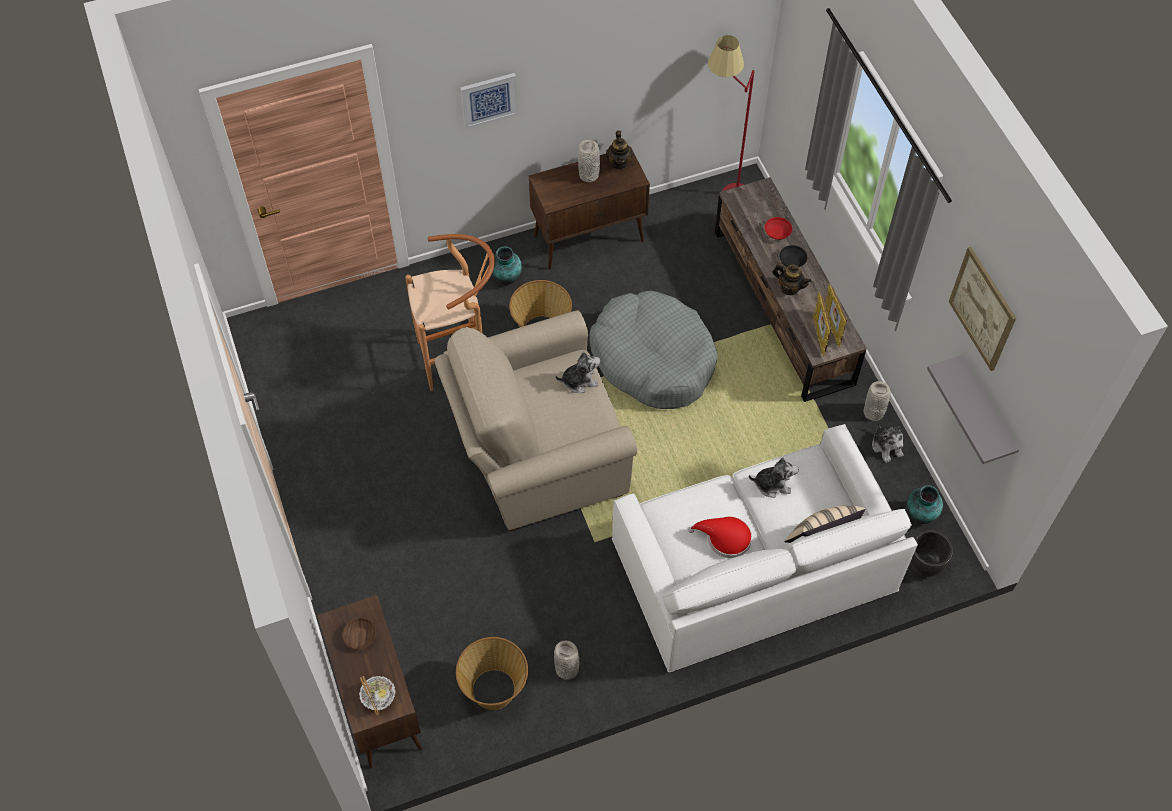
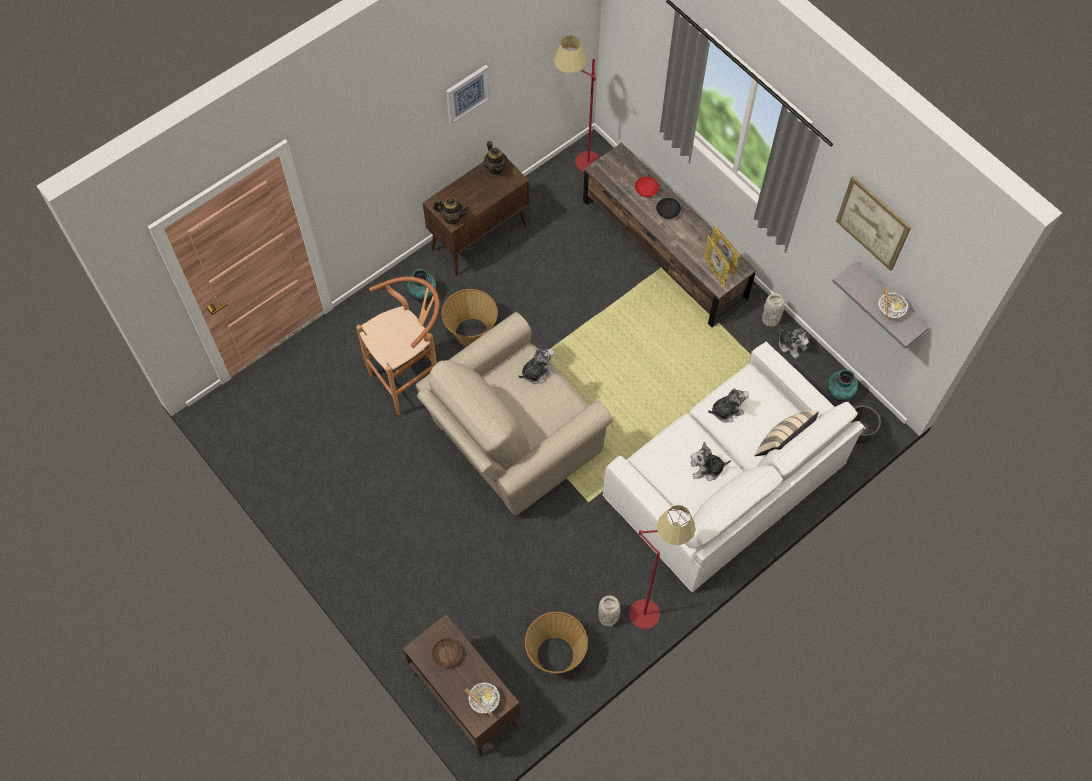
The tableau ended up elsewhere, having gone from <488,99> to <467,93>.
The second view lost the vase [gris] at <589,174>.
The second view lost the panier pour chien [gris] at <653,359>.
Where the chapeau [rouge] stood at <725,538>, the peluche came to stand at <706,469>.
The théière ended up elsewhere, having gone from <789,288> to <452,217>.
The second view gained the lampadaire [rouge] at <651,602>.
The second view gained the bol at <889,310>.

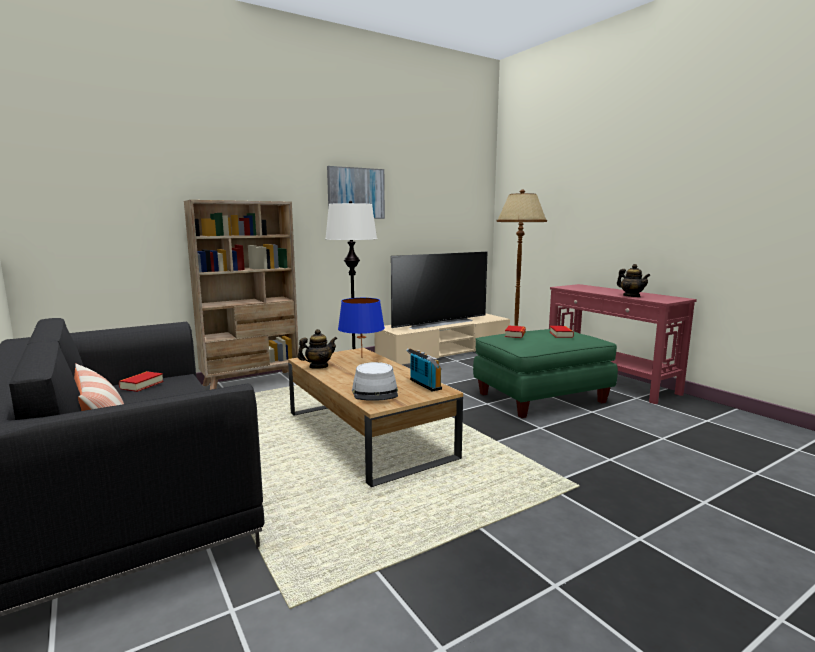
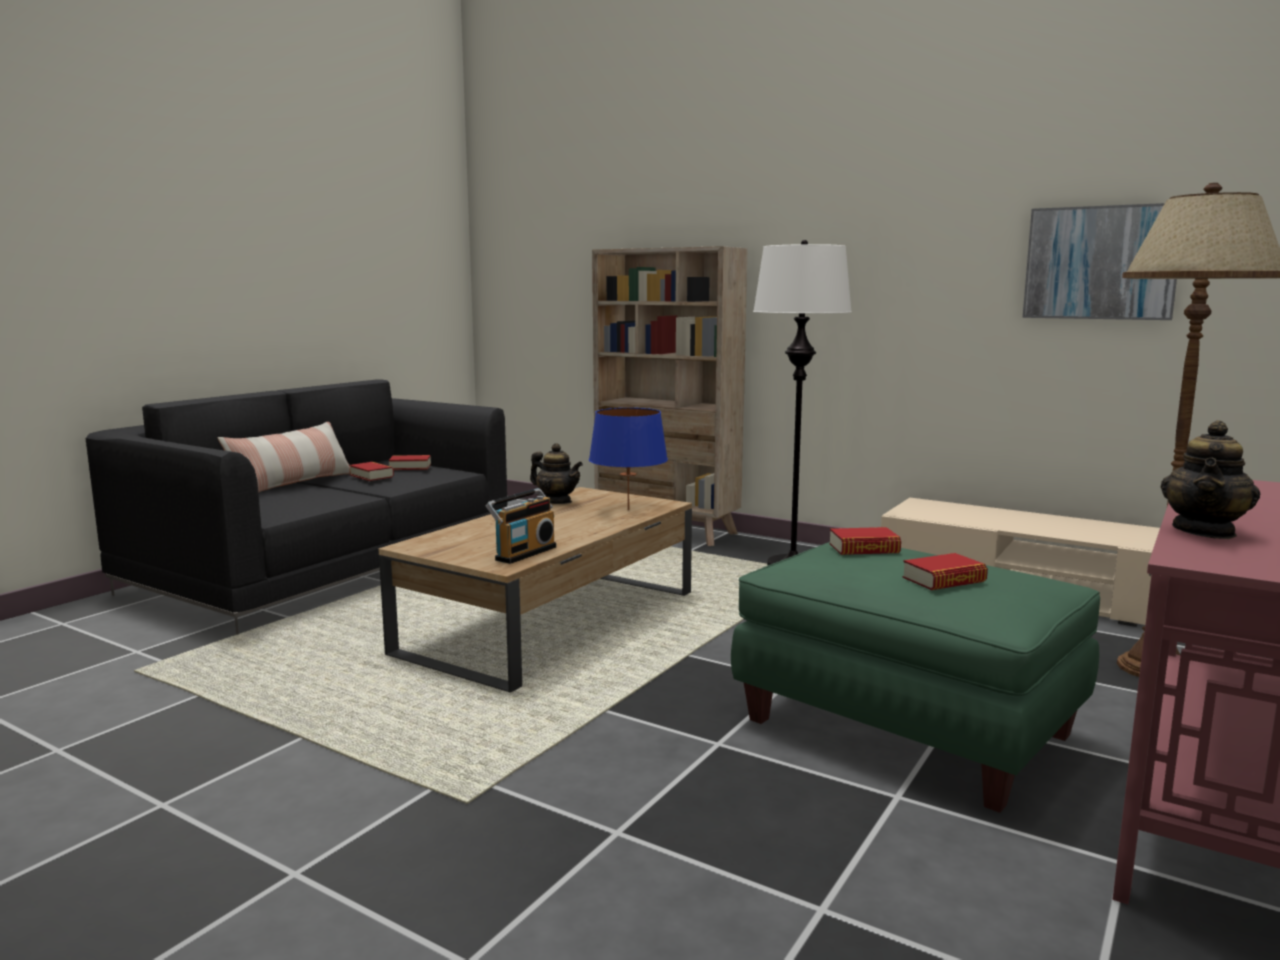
The tableau ended up elsewhere, having gone from <356,193> to <1100,263>.
The second view lost the chapeau [gris] at <375,392>.
The second view lost the téléviseur at <438,323>.
The second view gained the livre at <371,476>.

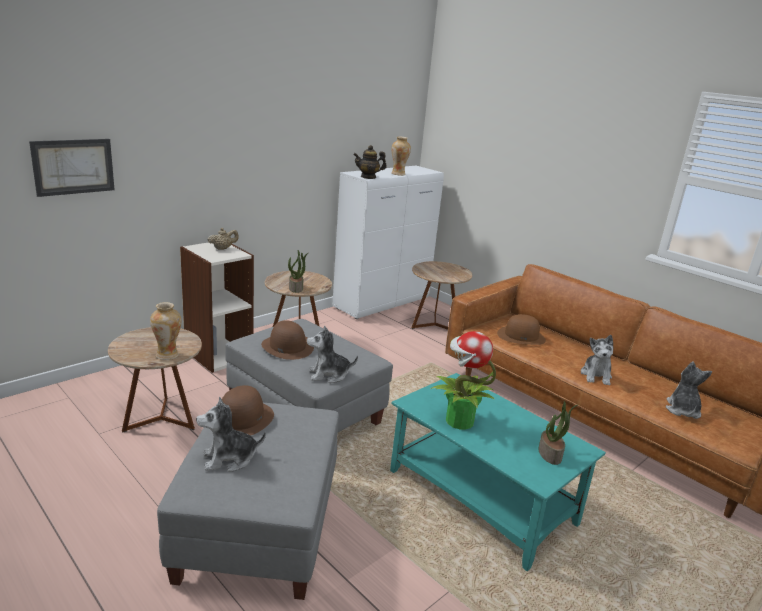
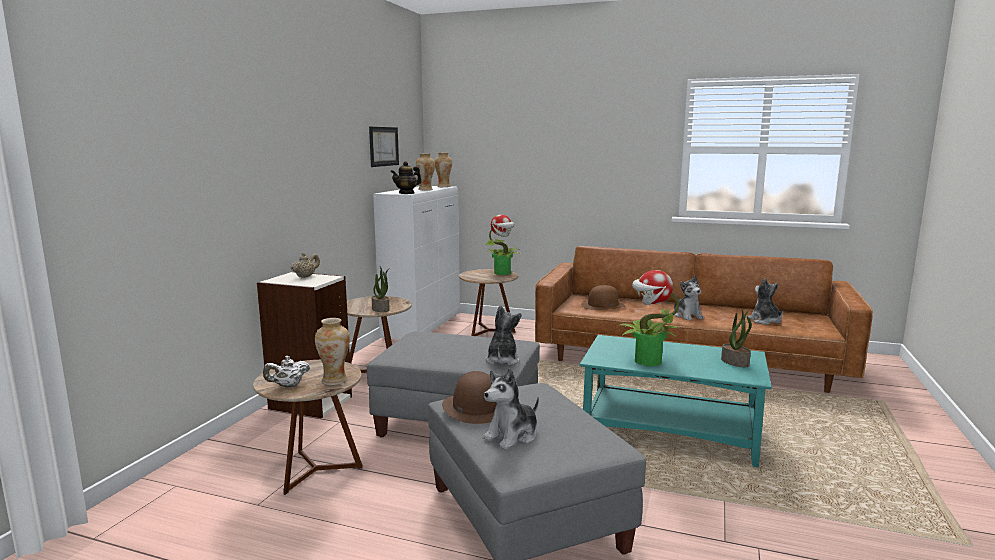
The tableau ended up elsewhere, having gone from <73,166> to <383,146>.
The second view lost the chapeau [marron] at <287,346>.
The peluche at <329,375> ended up facing another way, 135 degrees clockwise from before.
The second view gained the théière [blanc] at <288,386>.
The second view gained the vase at <443,187>.
The second view gained the plante en pot at <503,273>.

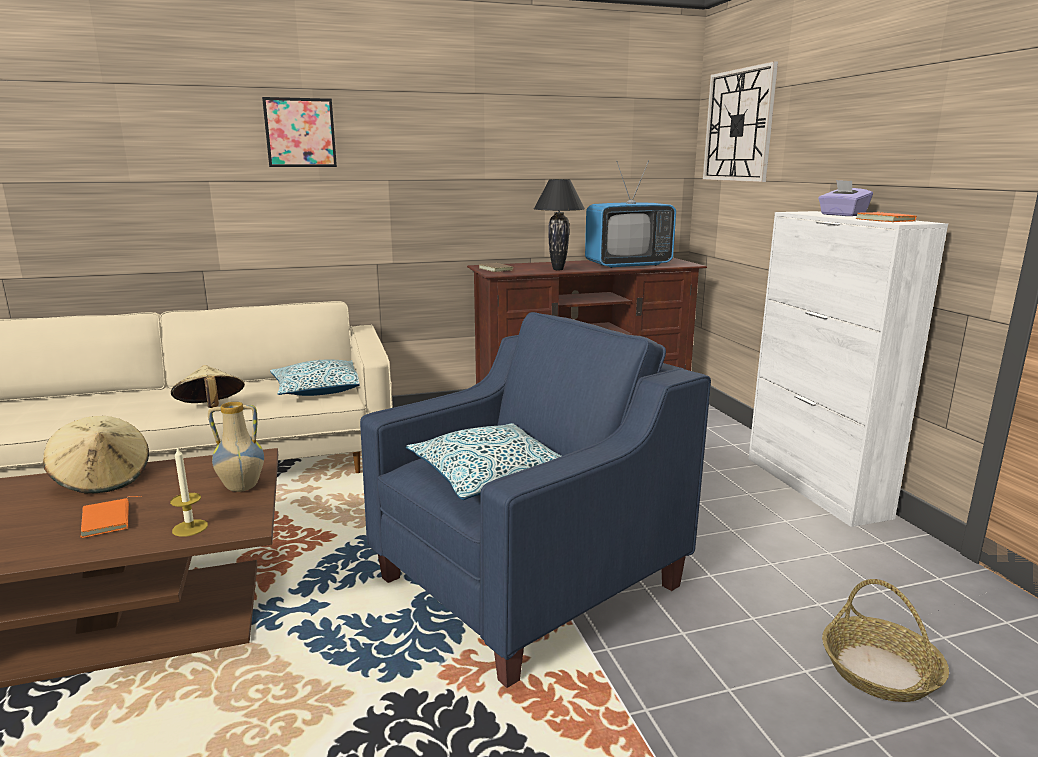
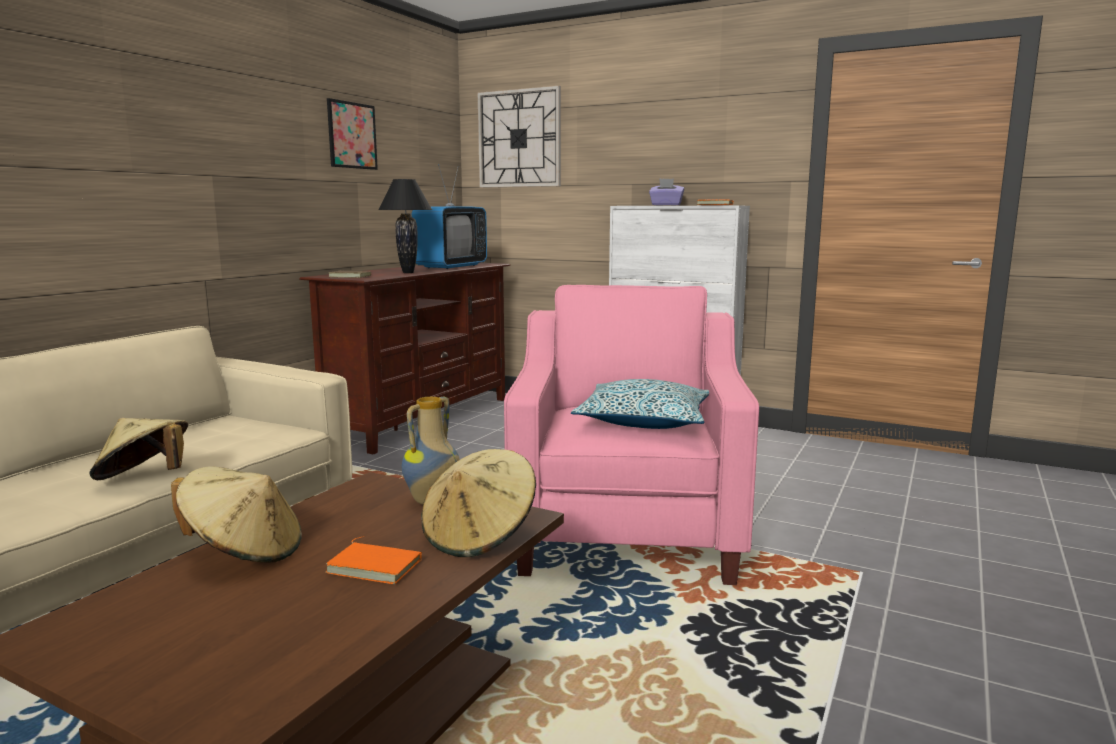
Where the bougie stood at <190,528>, the chapeau [beige] came to stand at <479,536>.
The tableau ended up elsewhere, having gone from <300,132> to <352,135>.
The second view lost the coussin at <320,389>.
What was the fauteuil [bleu] at <530,583> turned into the fauteuil [rose] at <626,531>.
The second view lost the panier at <880,671>.

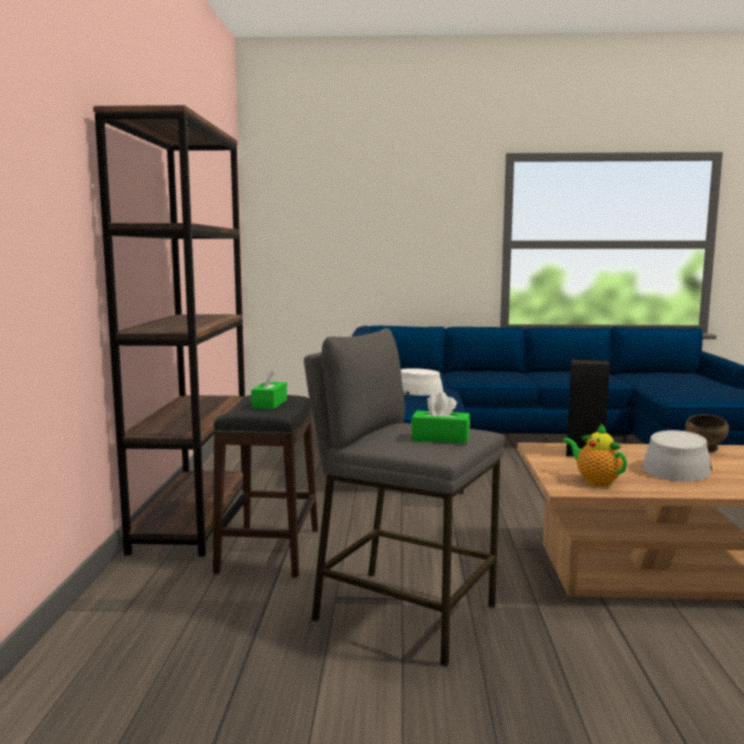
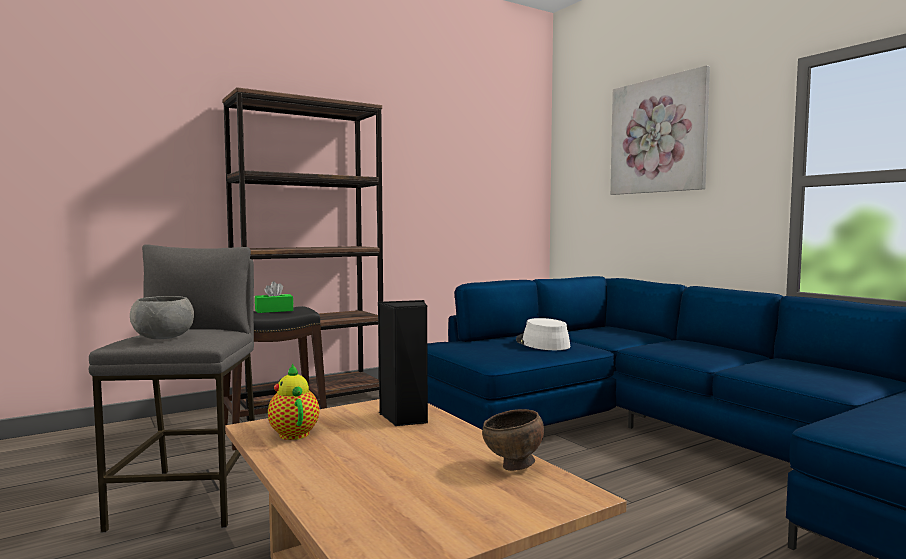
Where the boîte à mouchoirs [vert] stood at <440,438>, the bol [gris] came to stand at <163,337>.
The théière at <595,481> ended up facing another way, 45 degrees counterclockwise from before.
The second view lost the chapeau [gris] at <676,467>.
The second view gained the tableau at <658,136>.

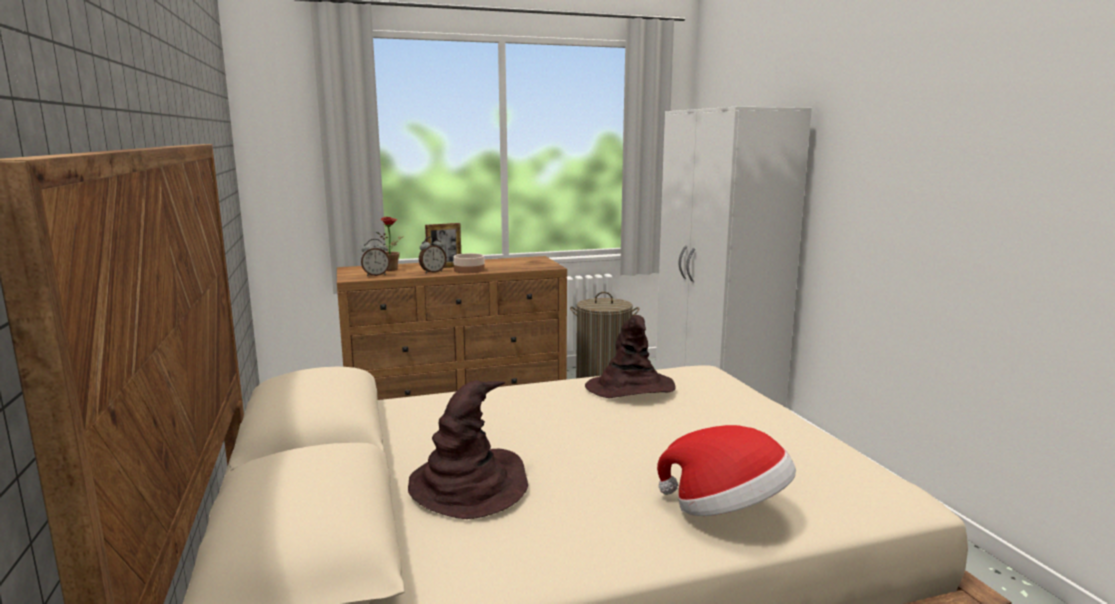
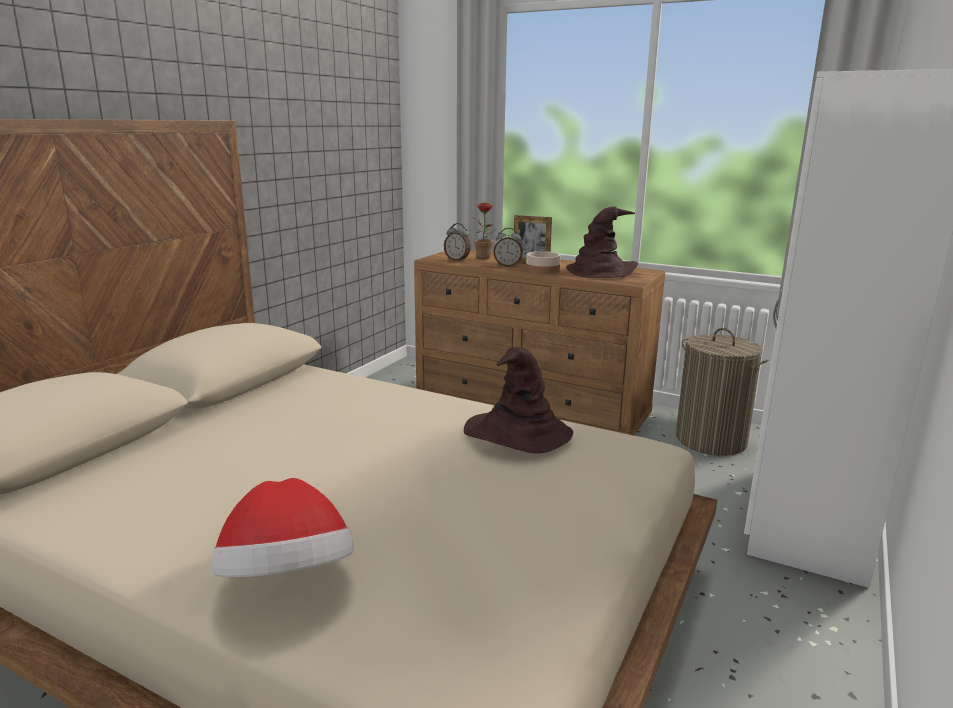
The chapeau [marron] ended up elsewhere, having gone from <469,486> to <601,271>.

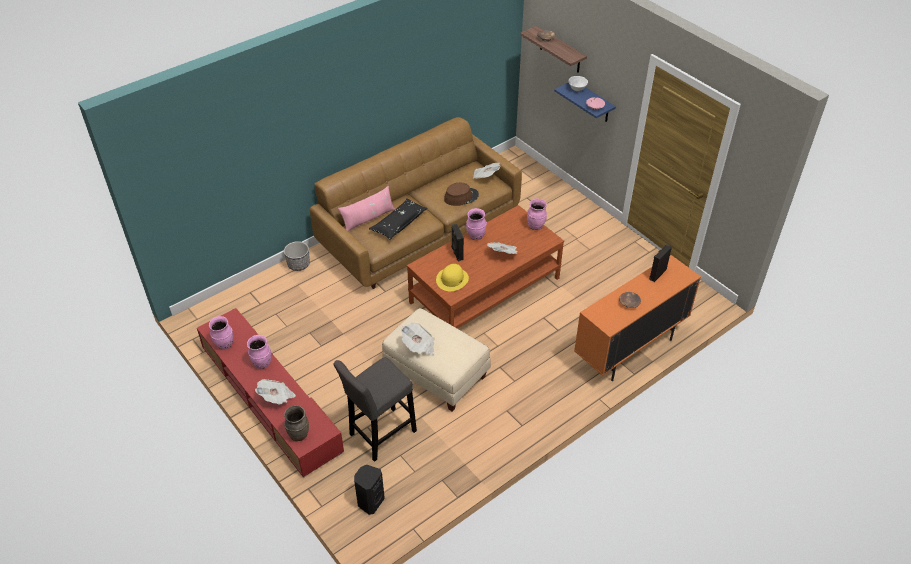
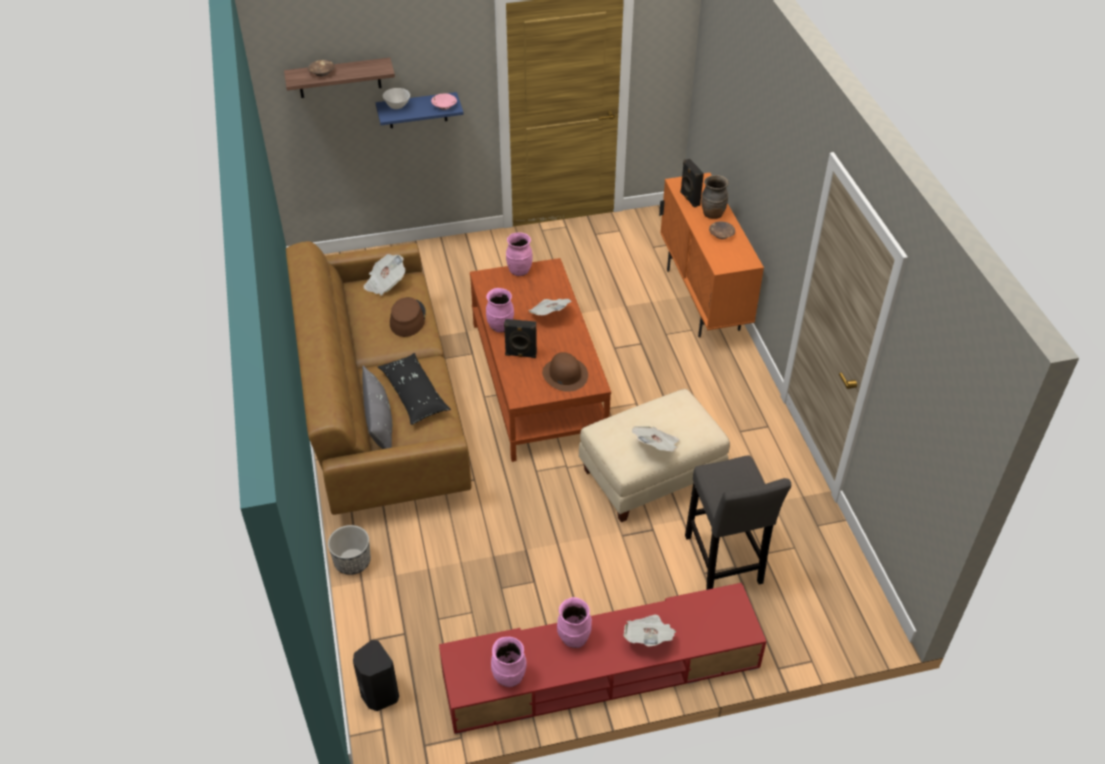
The vase [marron] ended up elsewhere, having gone from <298,434> to <712,214>.
What was the coussin [rose] at <368,219> turned into the coussin [gris] at <379,423>.
The enceinte [noir] ended up elsewhere, having gone from <370,501> to <378,695>.
What was the chapeau [jaune] at <452,279> turned into the chapeau [marron] at <564,374>.

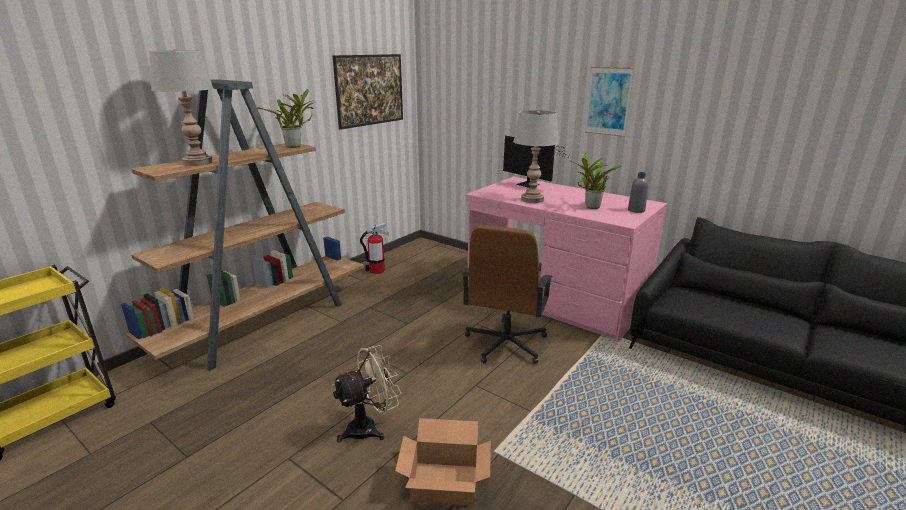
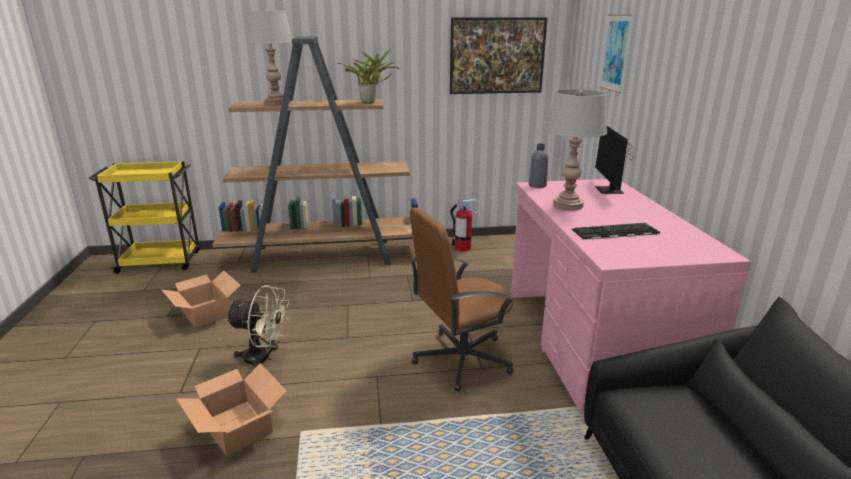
Where the plante en pot stood at <590,207>, the clavier came to stand at <615,232>.
The tableau ended up elsewhere, having gone from <608,101> to <615,53>.
The bouteille [gris] ended up elsewhere, having gone from <636,210> to <537,185>.
The second view gained the carton at <206,312>.

